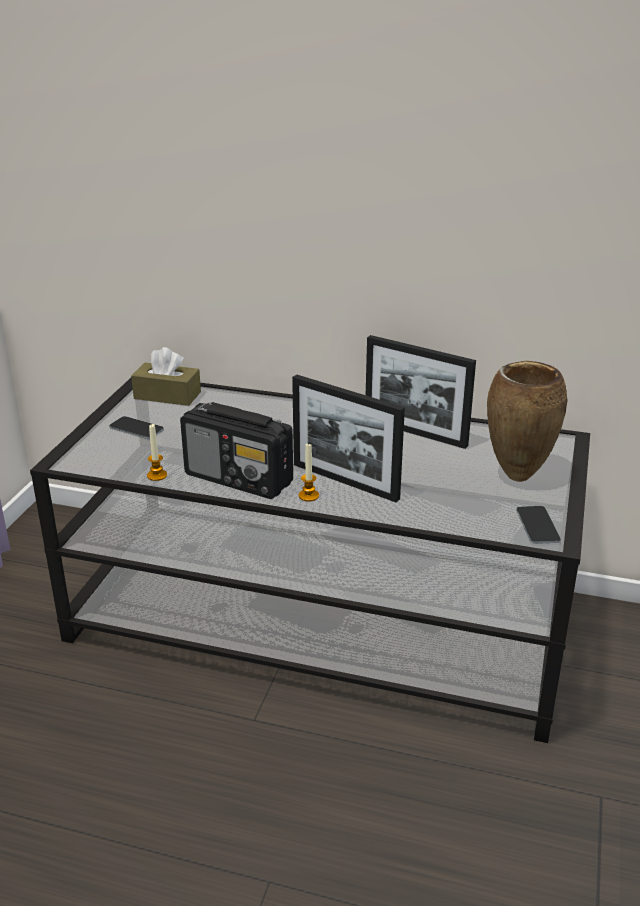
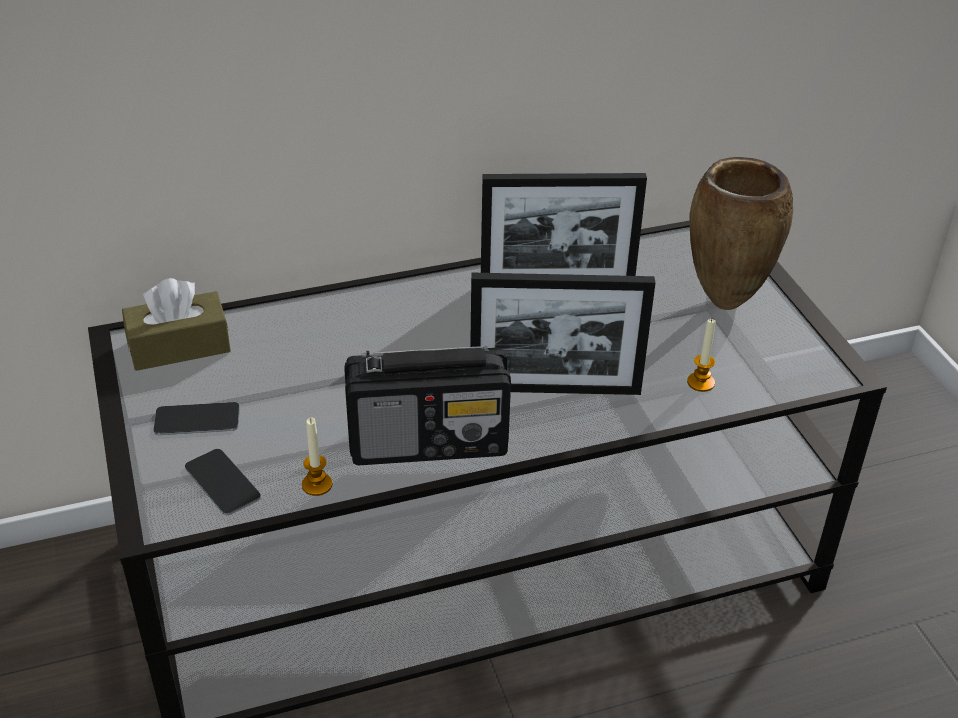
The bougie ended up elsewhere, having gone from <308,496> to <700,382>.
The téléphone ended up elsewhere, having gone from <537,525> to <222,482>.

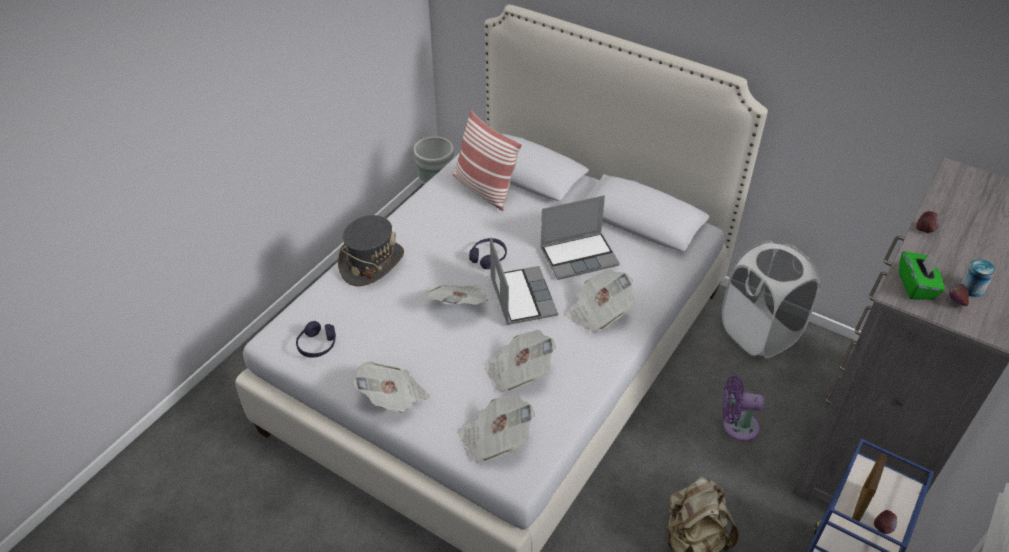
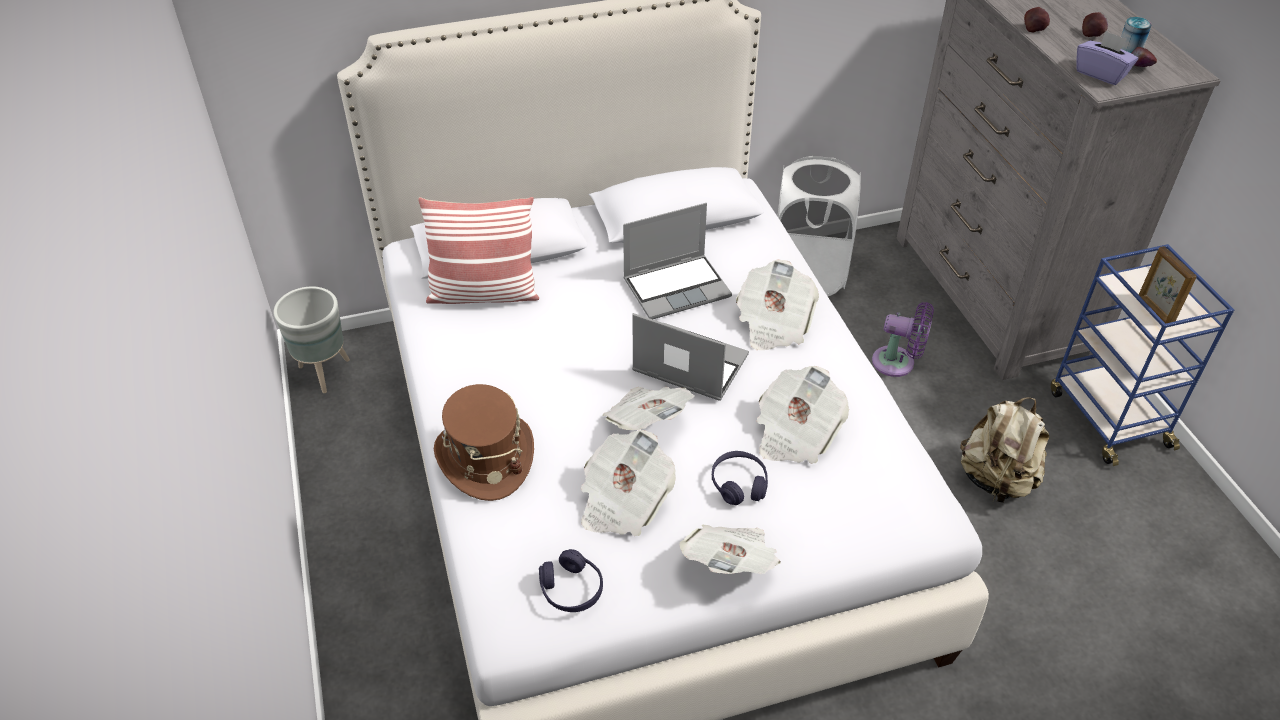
What was the chapeau [gris] at <371,262> turned into the chapeau [marron] at <485,458>.
The journal ended up elsewhere, having gone from <496,439> to <623,501>.
The casque audio [violet] ended up elsewhere, having gone from <488,257> to <739,484>.
The ordinateur portable at <579,256> ended up facing another way, 45 degrees clockwise from before.
The ventilateur [violet] at <736,426> ended up facing another way, 120 degrees counterclockwise from before.
The pomme ended up elsewhere, having gone from <882,527> to <1092,34>.
What was the boîte à mouchoirs [vert] at <916,286> turned into the boîte à mouchoirs [violet] at <1101,73>.

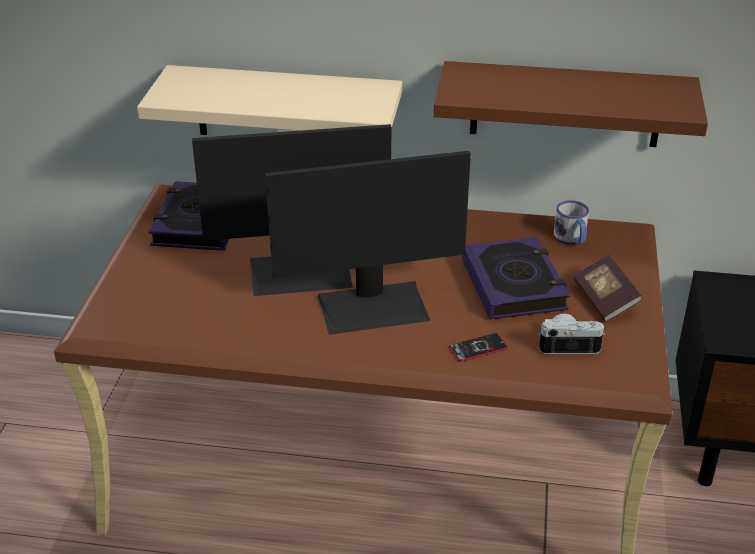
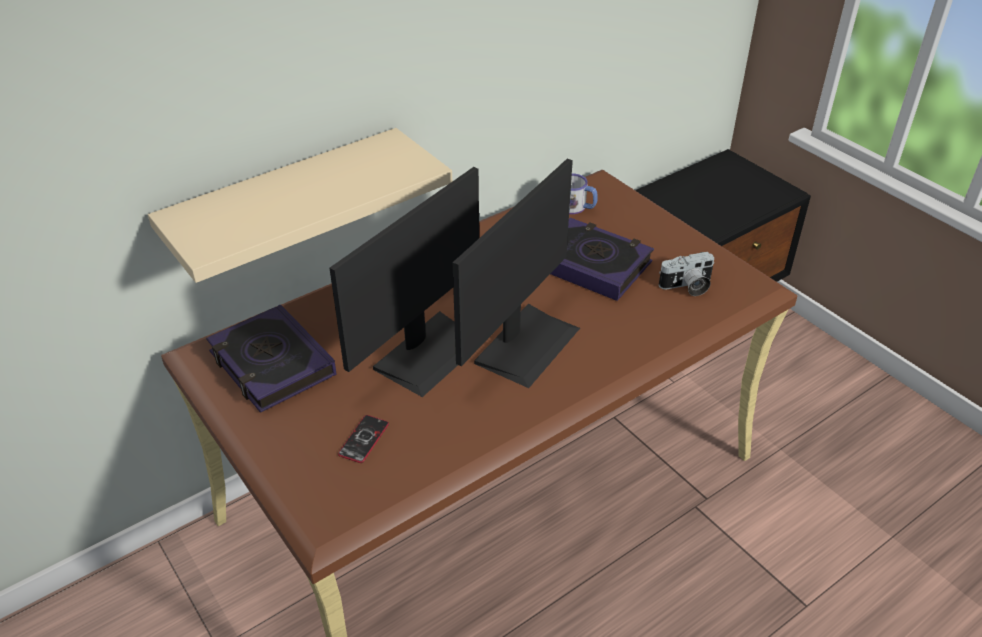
The second view lost the étagère [marron] at <565,104>.
The téléphone ended up elsewhere, having gone from <478,348> to <364,439>.
The appareil photo at <568,345> ended up facing another way, 150 degrees counterclockwise from before.
The second view lost the livre at <605,300>.

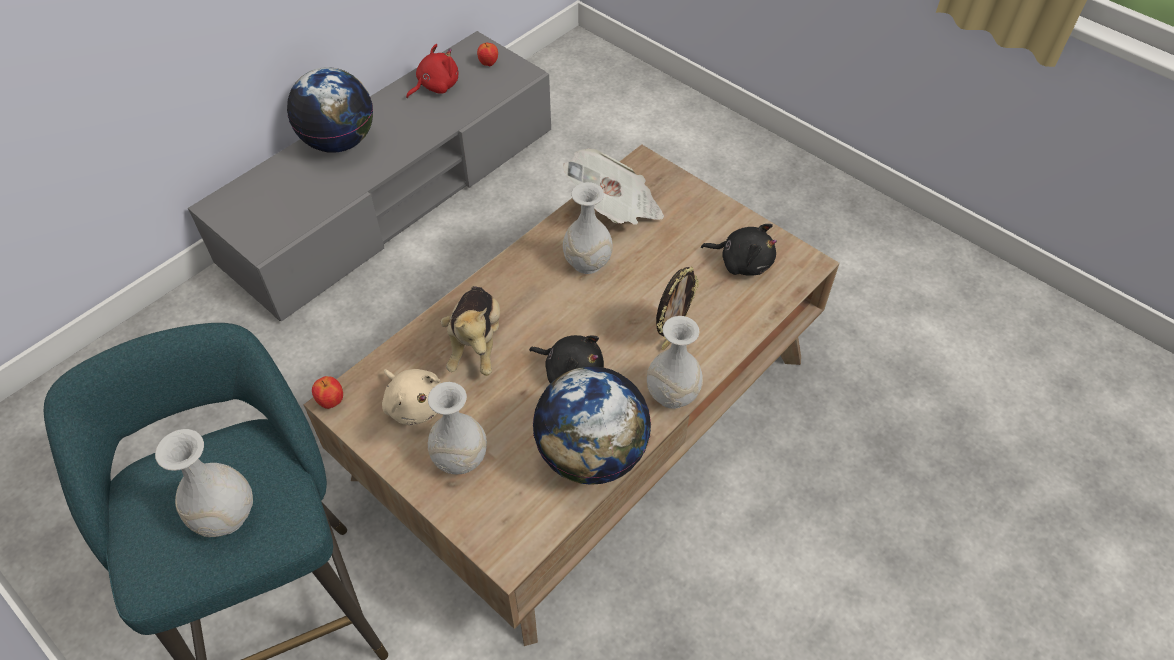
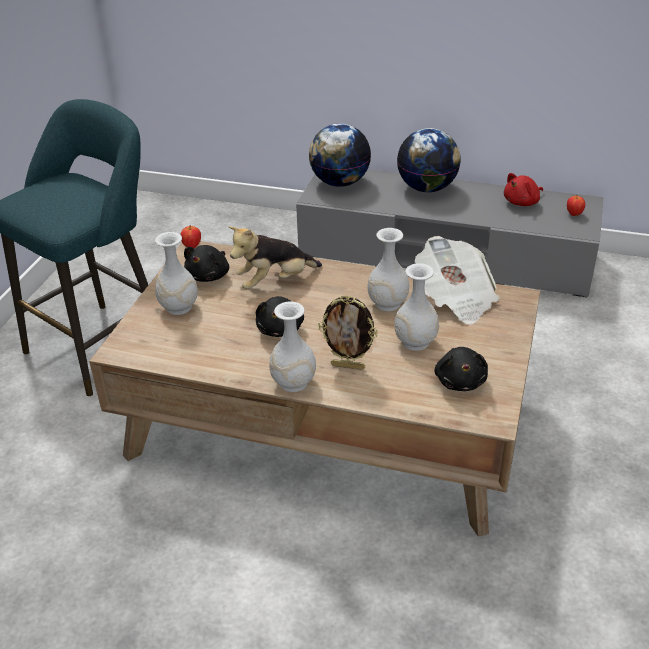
The vase [blanc] ended up elsewhere, having gone from <225,515> to <415,341>.
What was the peluche [beige] at <414,404> turned into the peluche [noir] at <209,275>.
The peluche [rouge] at <436,86> ended up facing another way, 120 degrees clockwise from before.
The globe ended up elsewhere, having gone from <591,454> to <339,182>.

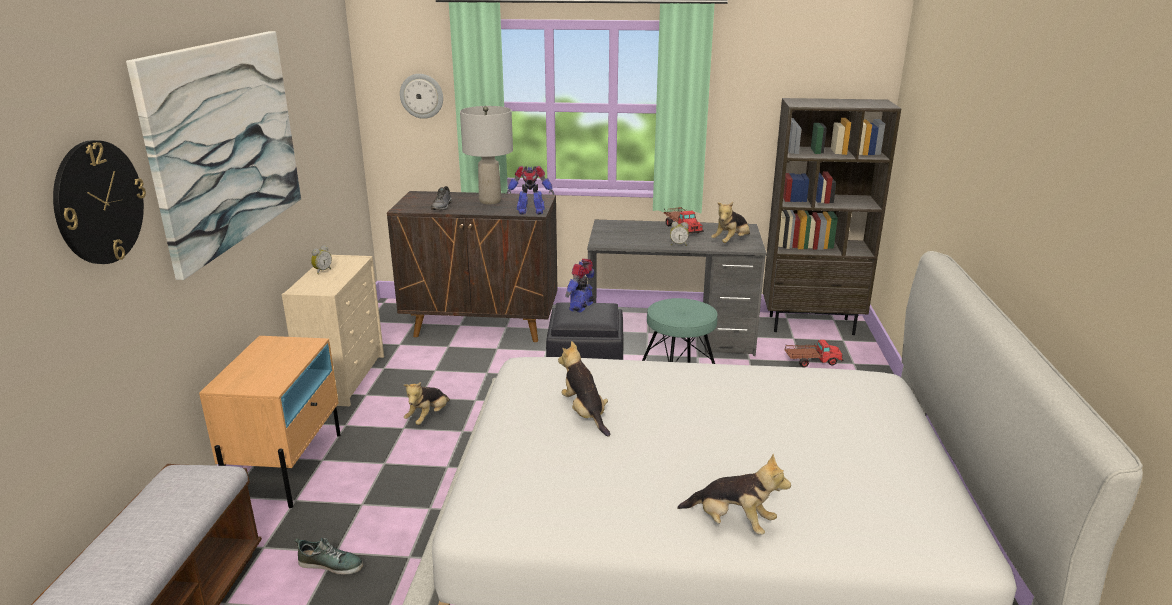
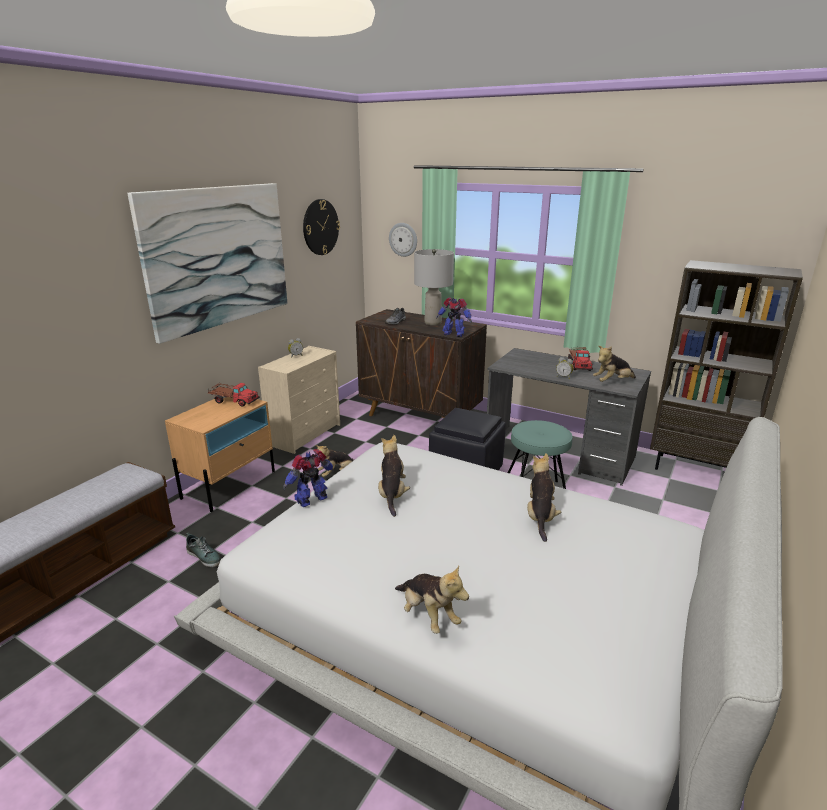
The horloge murale ended up elsewhere, having gone from <99,202> to <320,227>.
The robot jouet ended up elsewhere, having gone from <582,307> to <312,500>.
The camion jouet ended up elsewhere, having gone from <811,361> to <234,401>.
The second view gained the peluche at <540,517>.

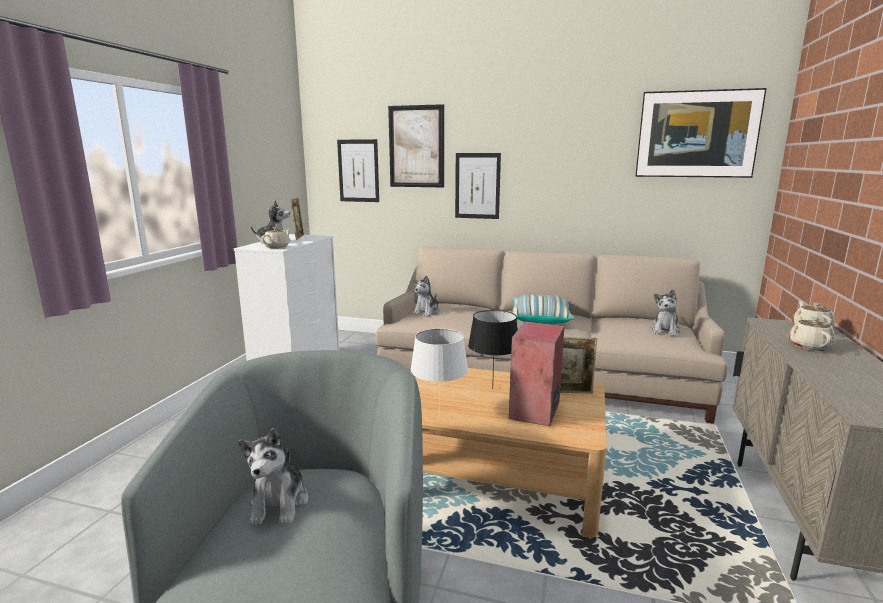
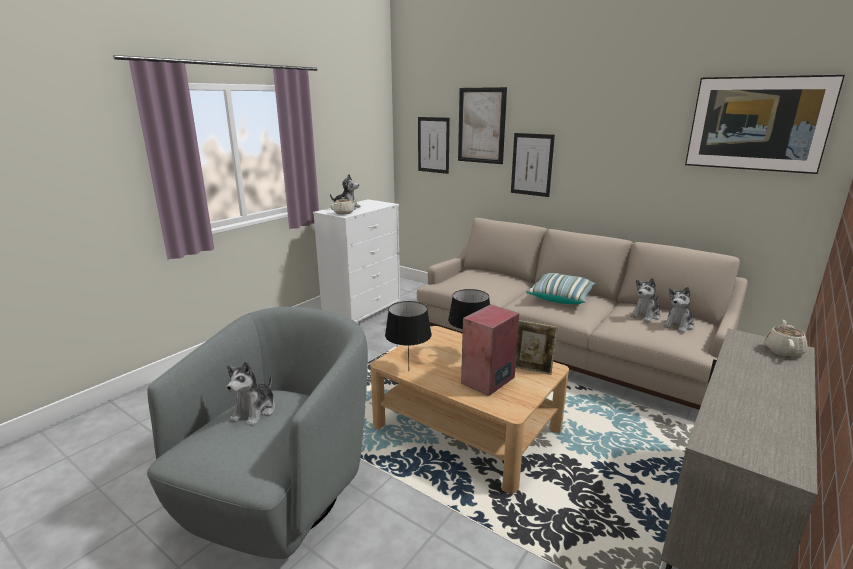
The second view lost the cadre photo at <298,237>.
What was the lampe de table [blanc] at <439,417> turned into the lampe de table [noir] at <408,371>.
The peluche ended up elsewhere, having gone from <427,312> to <645,315>.
The second view lost the théière [beige] at <809,346>.

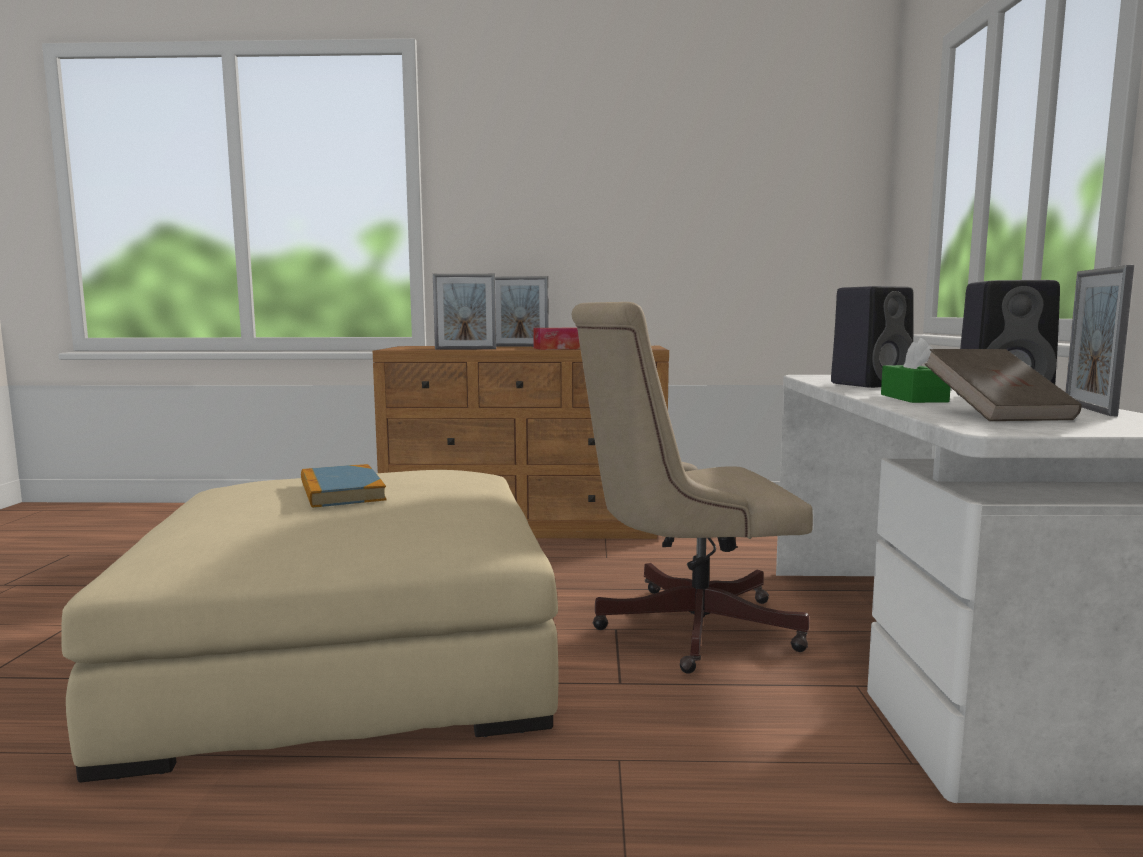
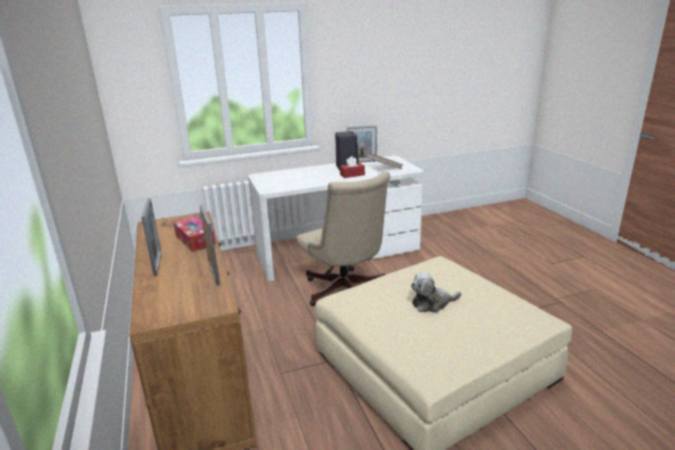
Where the livre stood at <341,491>, the peluche came to stand at <432,303>.
The second view lost the enceinte [noir] at <871,384>.
What was the boîte à mouchoirs [vert] at <913,398> turned into the boîte à mouchoirs [rouge] at <352,175>.

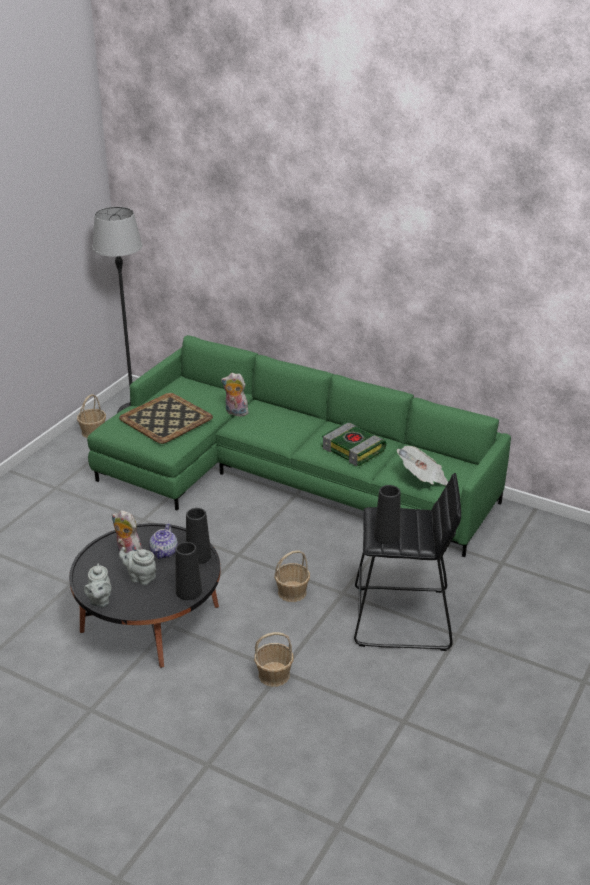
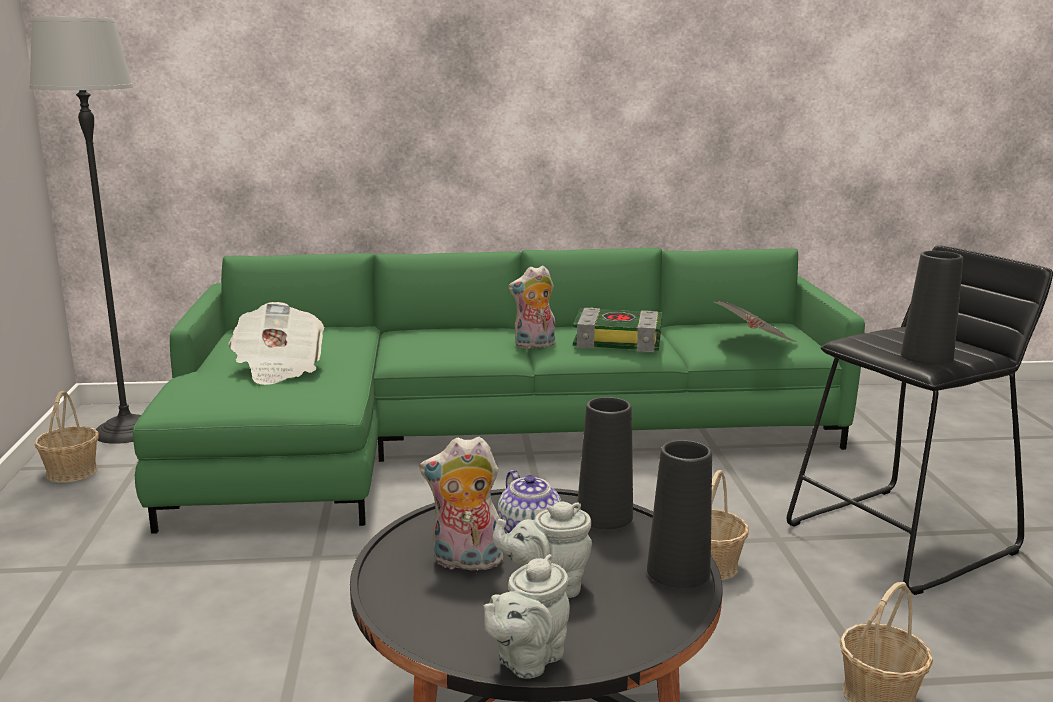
The théière [gris] at <100,600> ended up facing another way, 75 degrees clockwise from before.
Where the plateau stood at <166,419>, the journal came to stand at <278,368>.
The peluche ended up elsewhere, having gone from <235,413> to <534,345>.

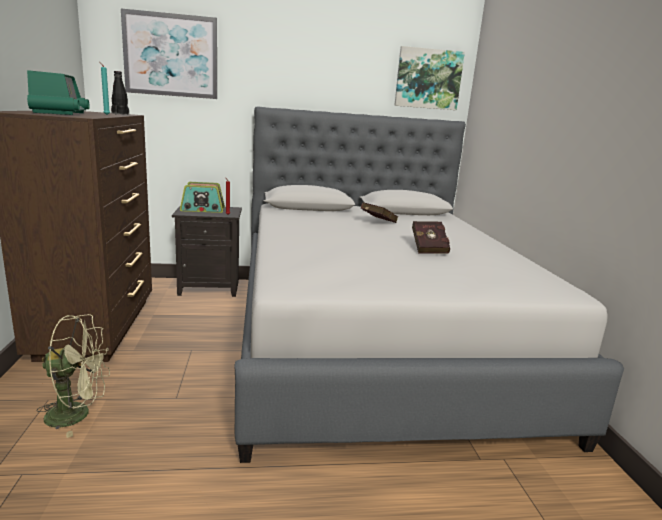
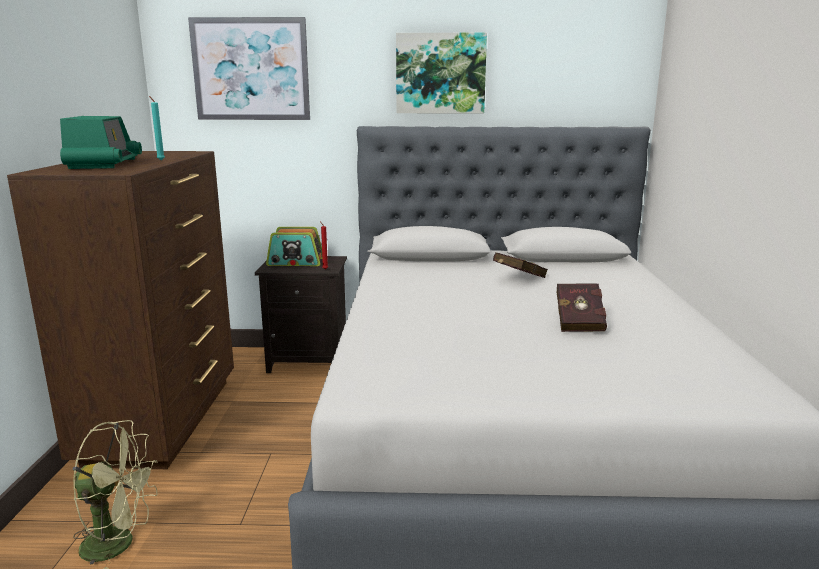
The second view lost the bouteille [noir] at <120,114>.
The tableau ended up elsewhere, having gone from <428,79> to <440,73>.

